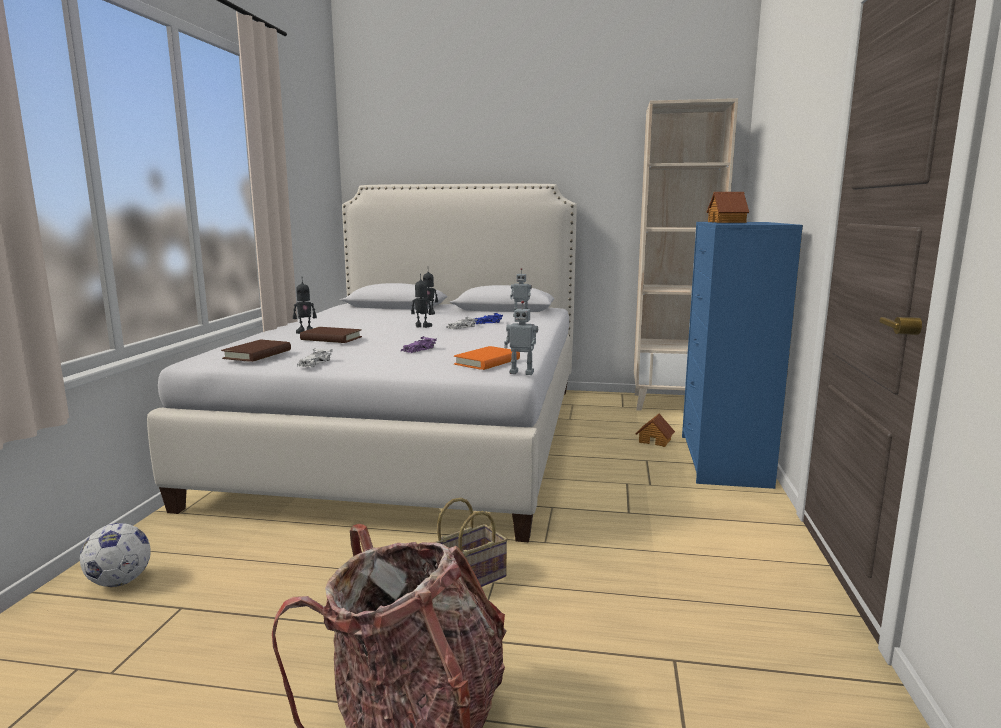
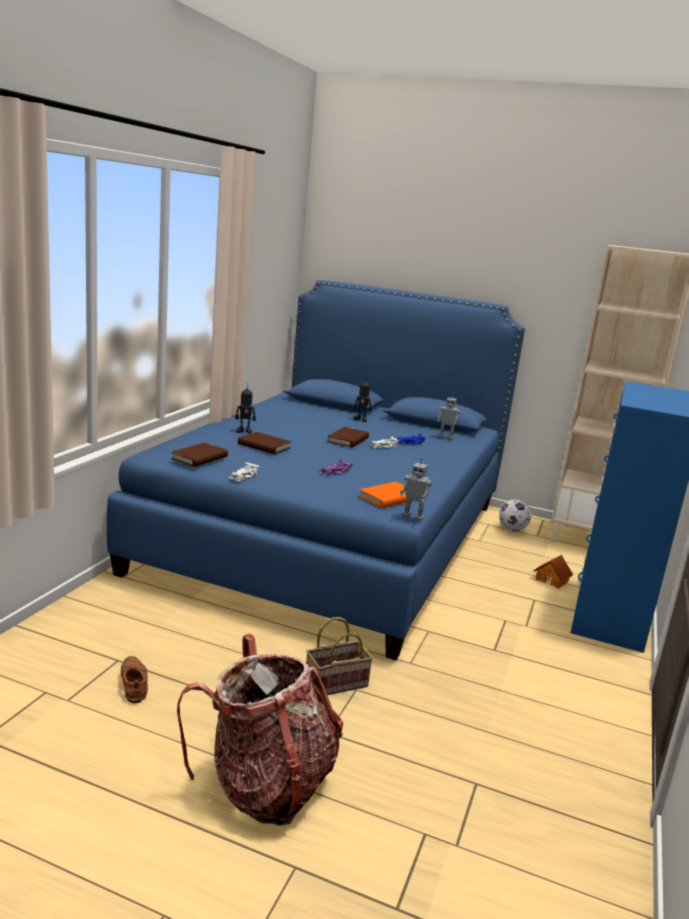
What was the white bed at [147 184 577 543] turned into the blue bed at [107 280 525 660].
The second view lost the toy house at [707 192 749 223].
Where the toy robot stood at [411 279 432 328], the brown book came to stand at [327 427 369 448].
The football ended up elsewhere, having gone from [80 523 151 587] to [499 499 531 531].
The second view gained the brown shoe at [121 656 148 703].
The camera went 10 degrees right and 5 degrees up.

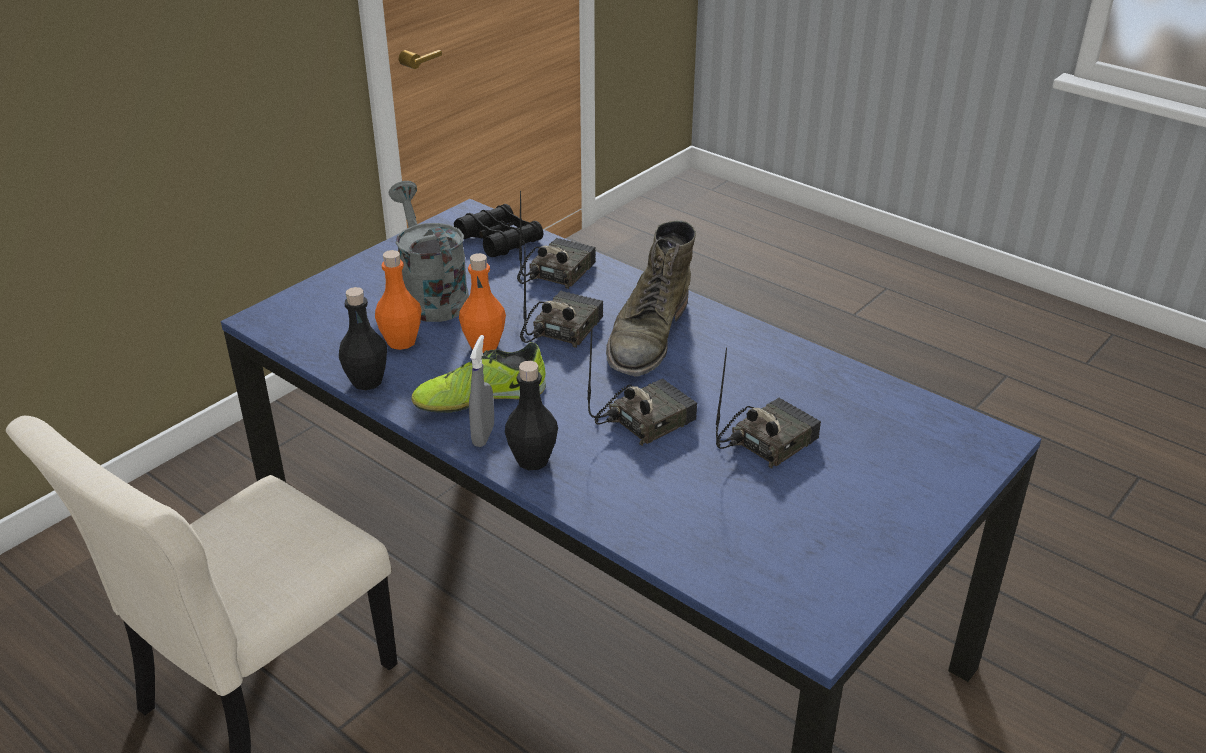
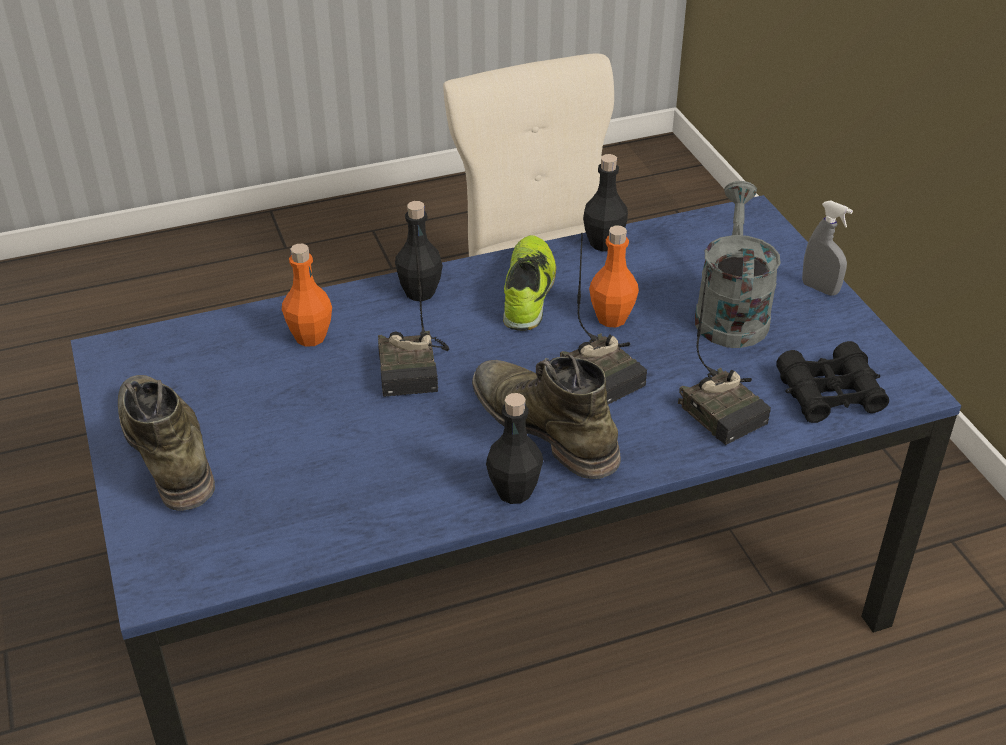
The grey watering can at [388 181 469 322] ended up facing another way, 90 degrees counterclockwise from before.
The orange bottle ended up elsewhere, having gone from [375 250 421 350] to [282 244 332 347].
The grey spray bottle ended up elsewhere, having gone from [469 335 494 447] to [802 200 853 296].
The second view lost the radio at [716 347 821 469].
The second view gained the green boot at [118 375 215 511].
The second view gained the black bottle at [486 393 543 504].
The camera went 120 degrees right and 5 degrees up.

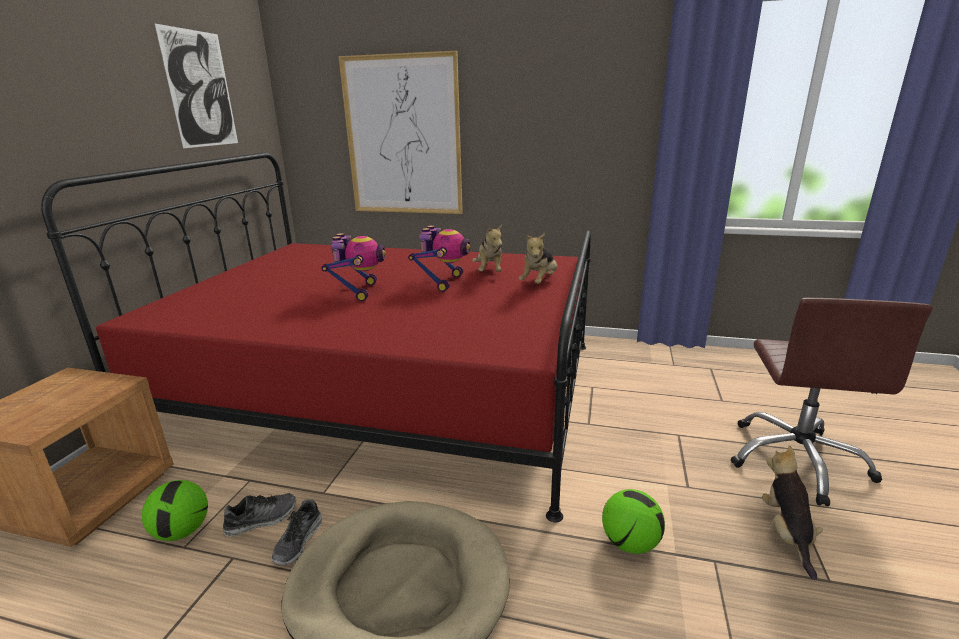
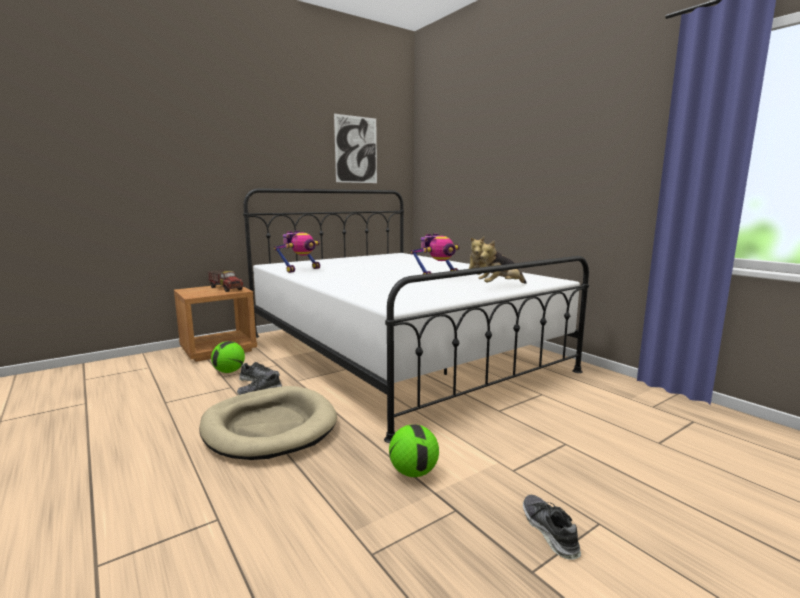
The second view lost the picture at [339 51 463 214].
What was the red bed at [41 153 591 522] turned into the white bed at [243 188 589 443].
The toy robot ended up elsewhere, having gone from [321 233 386 302] to [274 231 320 273].
The second view lost the brown office chair at [731 298 933 506].
Where the plush toy stood at [762 445 823 580], the shoe came to stand at [523 495 581 560].
The second view gained the toy truck at [207 270 244 292].
The camera went 40 degrees right and 10 degrees down.

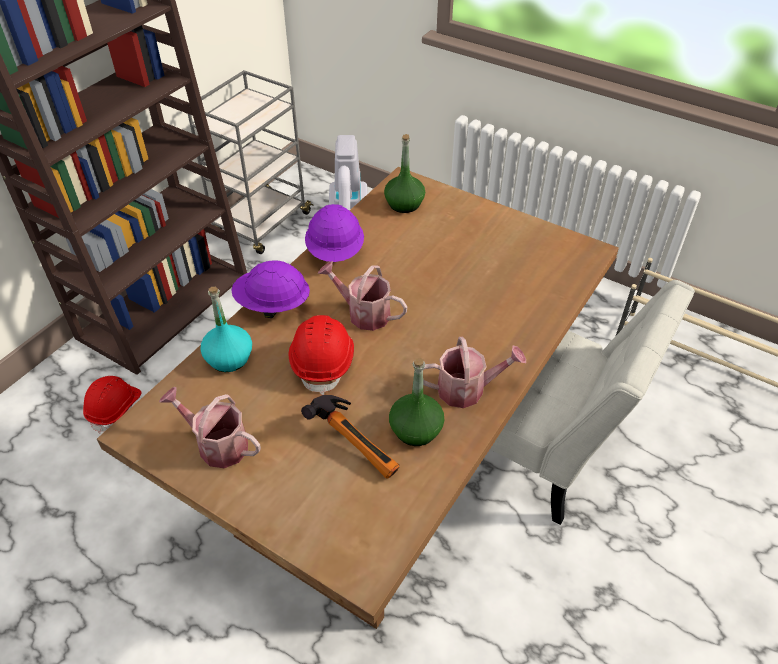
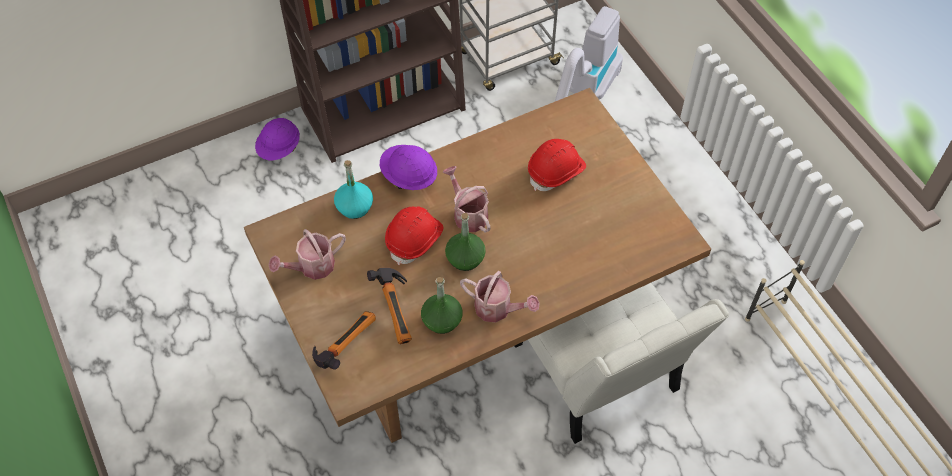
The green bottle ended up elsewhere, having gone from [384 134 425 213] to [445 213 486 271].
The purple hard hat ended up elsewhere, having gone from [305 204 364 262] to [255 118 300 160].
The red hard hat ended up elsewhere, having gone from [83 376 141 434] to [528 139 586 191].
The watering can at [159 387 261 468] ended up facing another way, 90 degrees counterclockwise from before.
The second view gained the hammer at [312 311 376 370].
The camera went 30 degrees right and 10 degrees up.

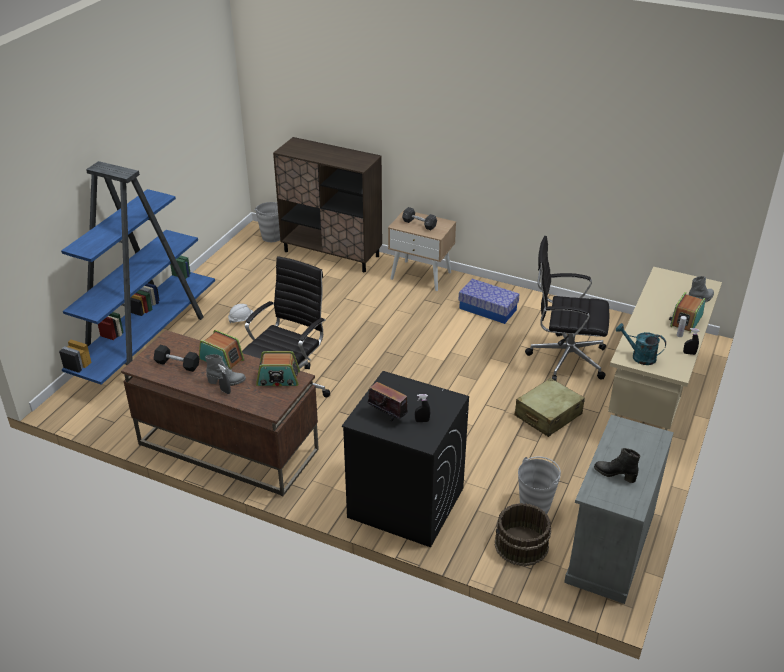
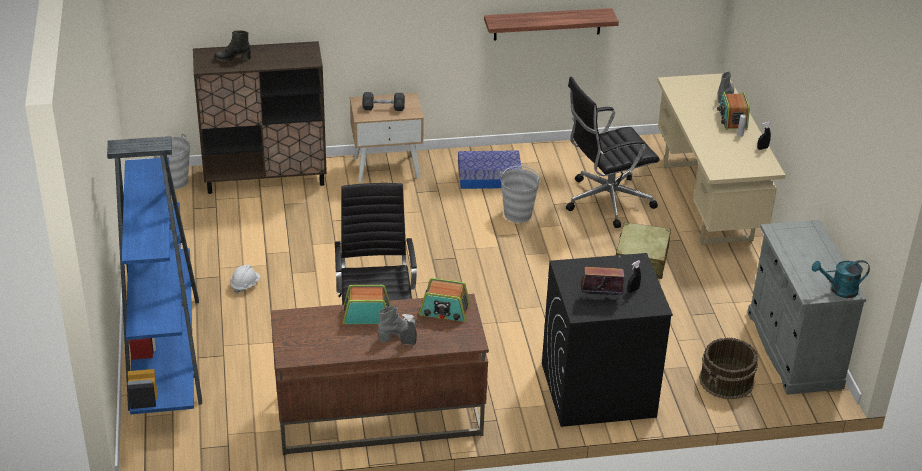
The turquoise watering can ended up elsewhere, having gone from [616 323 666 365] to [812 260 870 298].
The second view lost the black dumbbell at [154 345 199 372].
The radio at [256 351 300 386] ended up facing another way, 45 degrees clockwise from before.
The black boot ended up elsewhere, having gone from [594 448 641 483] to [214 30 251 62].
The grey bucket ended up elsewhere, having gone from [518 457 561 514] to [500 166 541 223].
The second view gained the shelf at [484 8 619 41].
The camera went 35 degrees left and 0 degrees up.

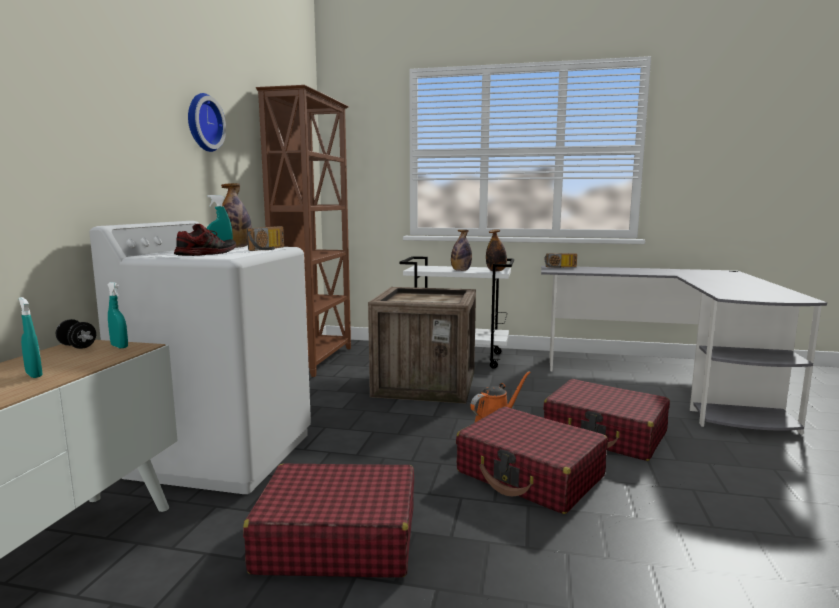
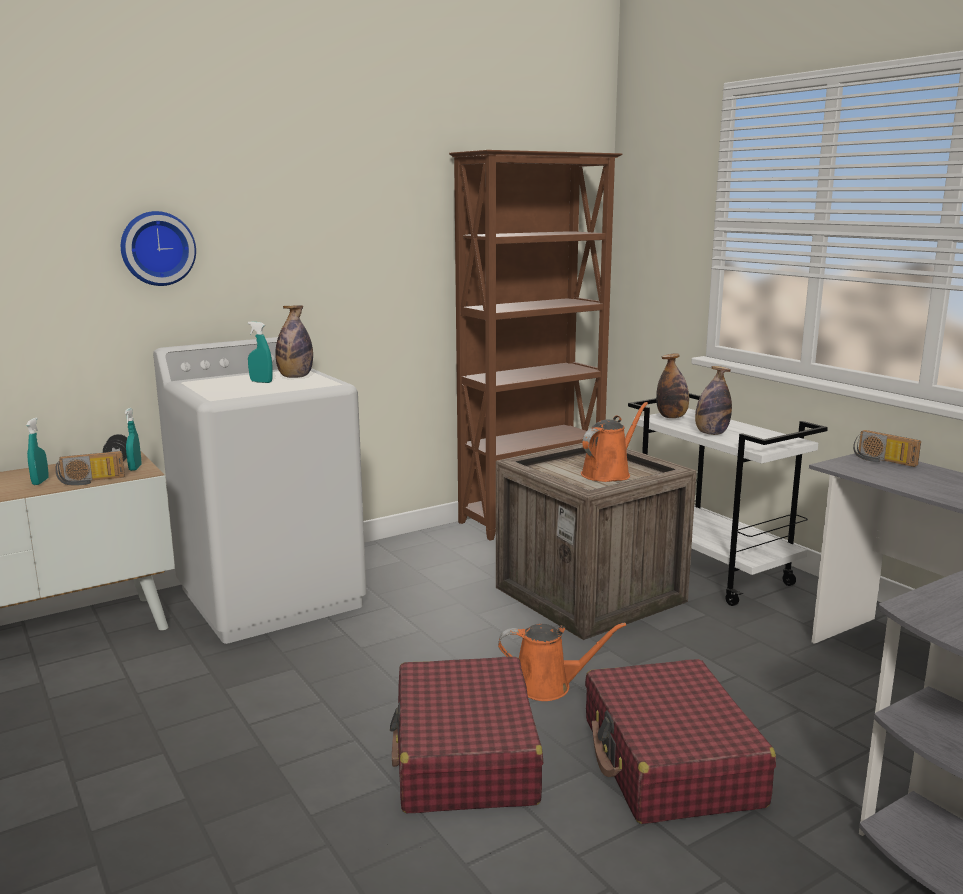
The wall clock ended up elsewhere, having gone from [188 93 226 152] to [121 211 196 286].
The second view lost the shoe at [174 224 236 256].
The radio ended up elsewhere, having gone from [247 226 284 251] to [55 451 125 486].
The bottle ended up elsewhere, having gone from [486 229 507 272] to [656 353 689 418].
The second view lost the red suitcase at [243 463 414 578].
The second view gained the orange watering can at [581 402 648 482].
The camera went 45 degrees right and 5 degrees up.

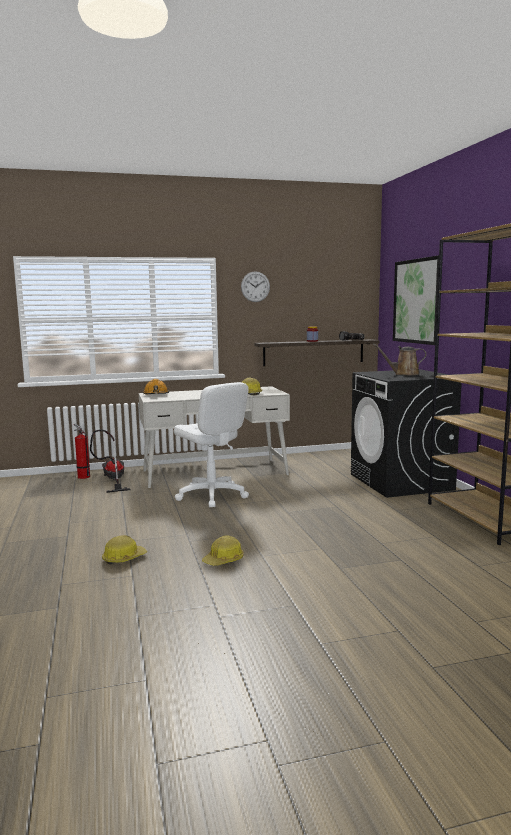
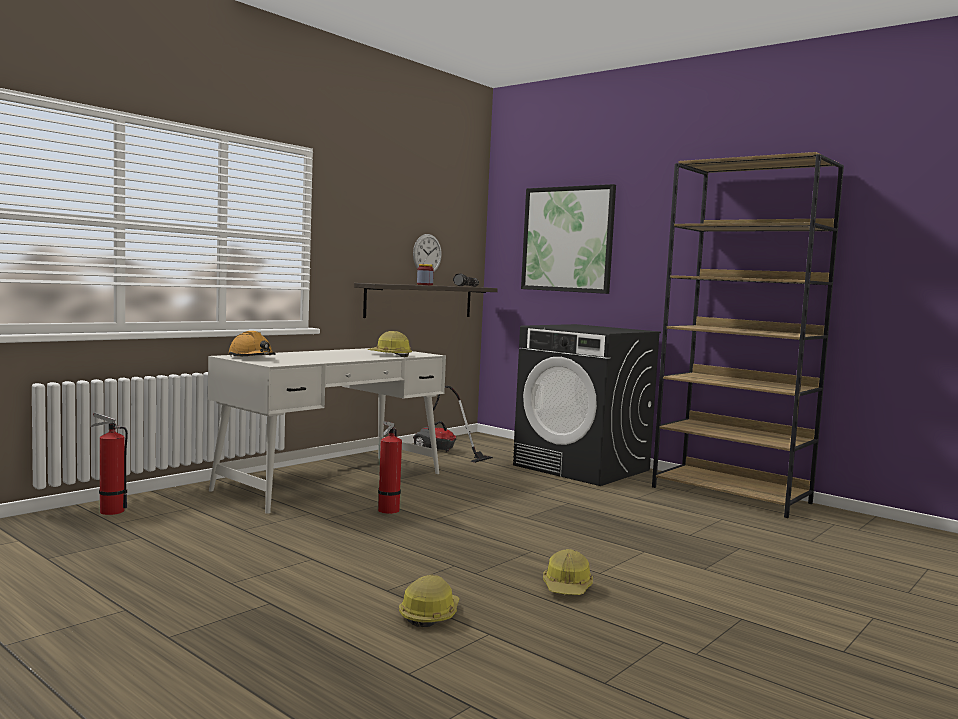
The wall clock ended up elsewhere, having gone from [241 271 270 302] to [413 234 442 272].
The second view lost the brown watering can at [373 344 426 375].
Where the white office chair stood at [174 382 249 507], the fire extinguisher came to stand at [378 421 402 514].
The vacuum cleaner ended up elsewhere, having gone from [90 430 131 493] to [413 386 493 463].
The camera went 35 degrees left and 5 degrees down.

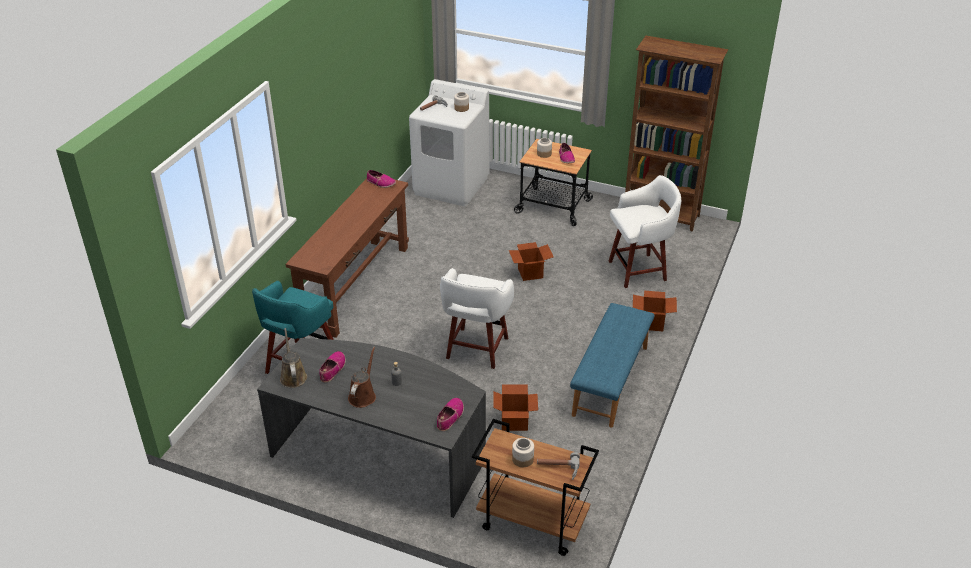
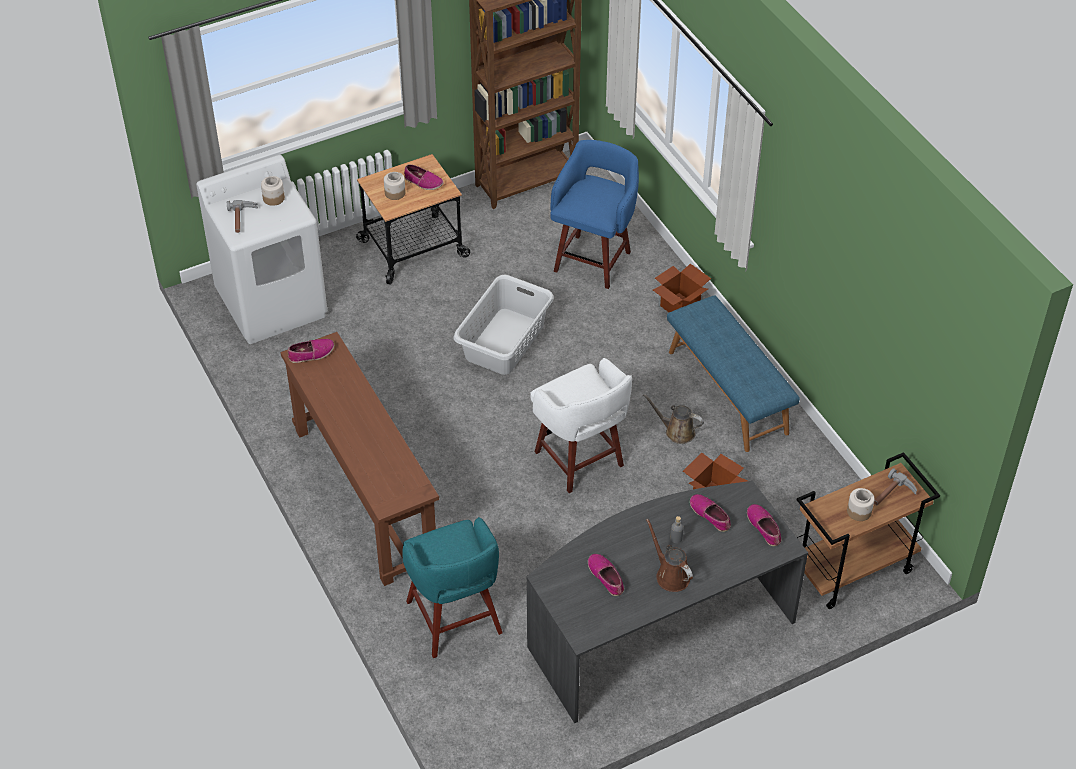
What was the white stool at [608 175 681 288] turned into the blue stool at [551 140 639 289].
Where the cardboard box stood at [509 242 553 281], the grey laundry basket came to stand at [453 275 554 375].
The brown watering can ended up elsewhere, having gone from [280 328 307 388] to [643 394 704 444].
The second view gained the shoe at [690 494 731 532].
The camera went 50 degrees left and 10 degrees up.

